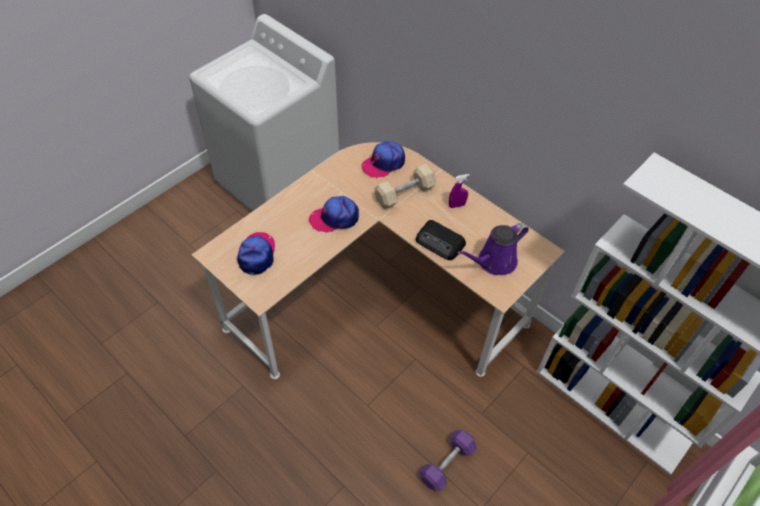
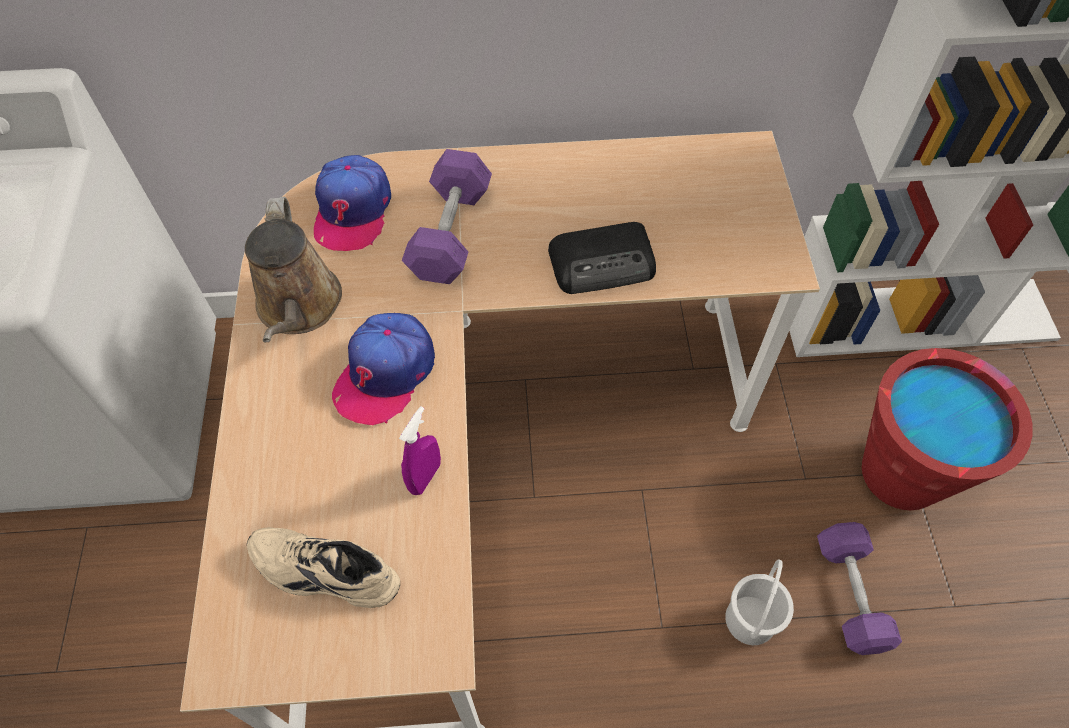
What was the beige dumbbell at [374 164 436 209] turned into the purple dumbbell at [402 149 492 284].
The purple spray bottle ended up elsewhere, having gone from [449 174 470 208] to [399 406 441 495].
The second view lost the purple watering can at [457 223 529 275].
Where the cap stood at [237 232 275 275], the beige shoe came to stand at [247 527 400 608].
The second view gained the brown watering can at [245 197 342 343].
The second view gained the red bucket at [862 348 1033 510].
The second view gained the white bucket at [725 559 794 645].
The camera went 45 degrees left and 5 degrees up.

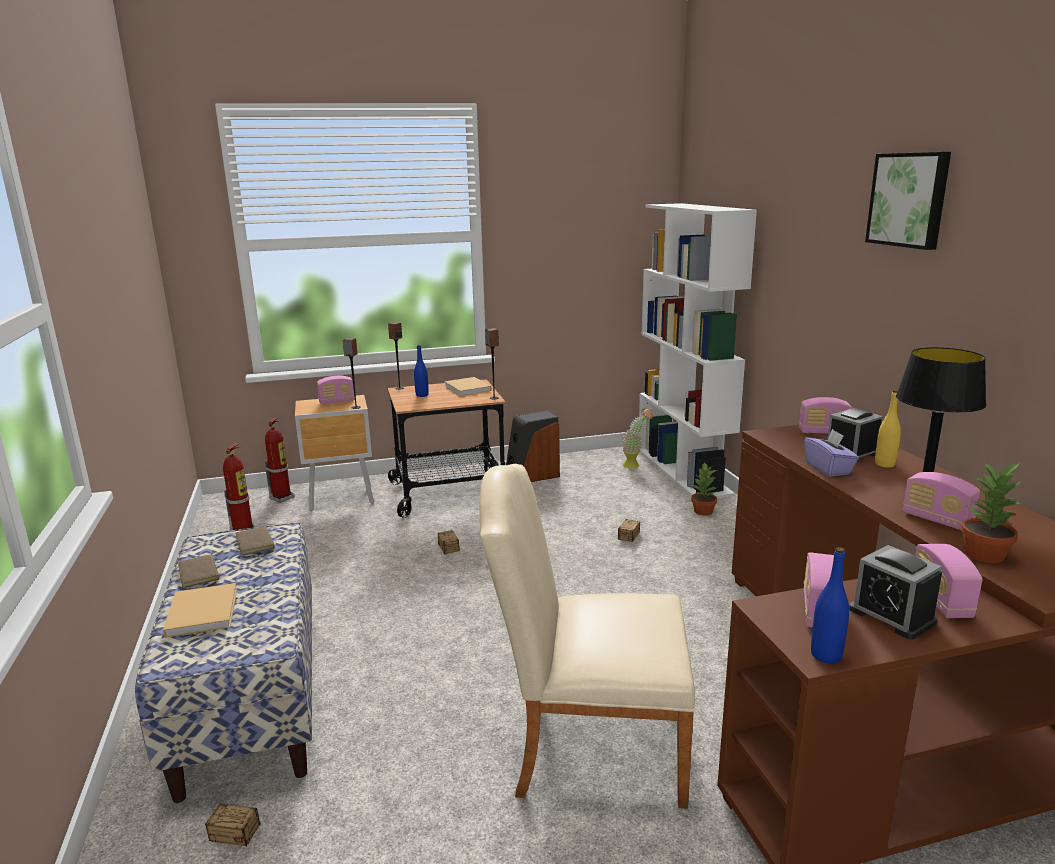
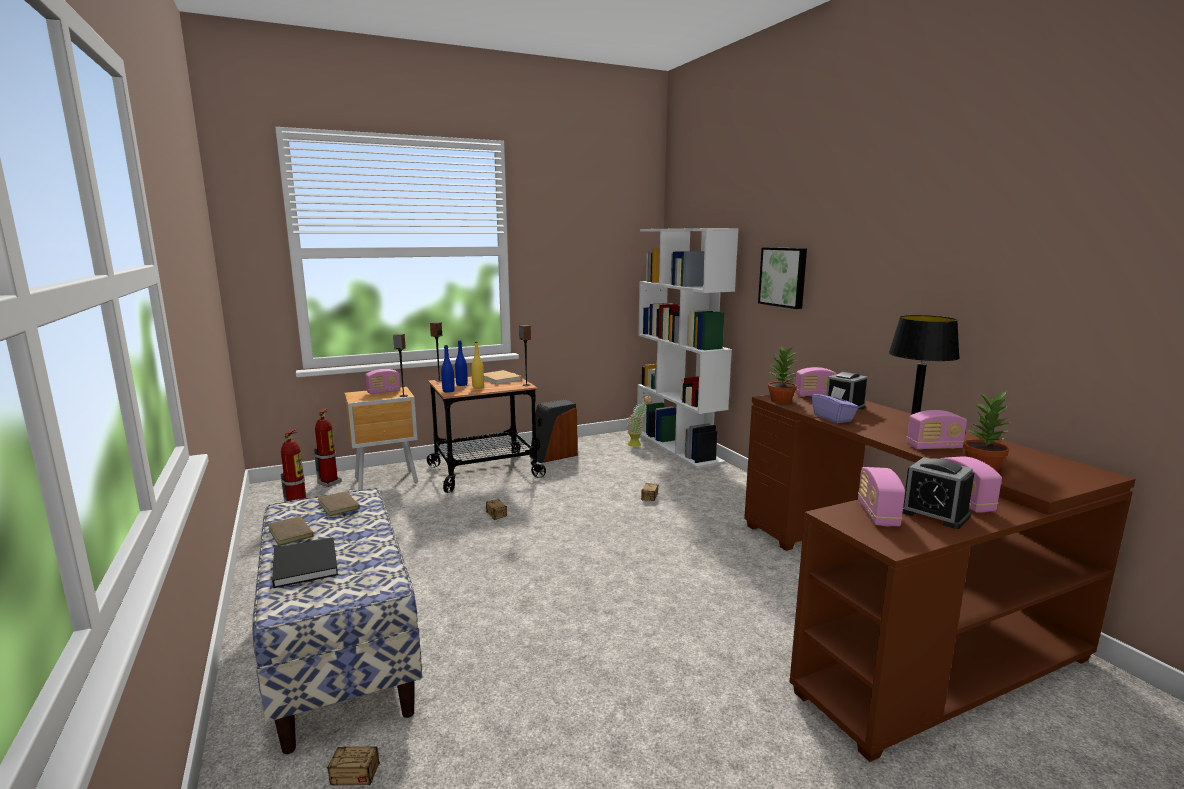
The picture ended up elsewhere, having gone from [865 152 951 250] to [758 247 807 309].
The yellow bottle ended up elsewhere, having gone from [875 390 901 468] to [471 342 484 388].
The potted plant ended up elsewhere, having gone from [691 462 718 516] to [768 346 797 404].
The second view lost the beige chair at [479 464 695 809].
The radio at [903 472 980 530] ended up facing another way, 45 degrees counterclockwise from before.
The blue bottle ended up elsewhere, having gone from [811 547 849 664] to [441 345 455 393].
What was the beige book at [163 583 237 638] turned into the black book at [272 537 338 588].
The camera went 10 degrees left and 5 degrees down.

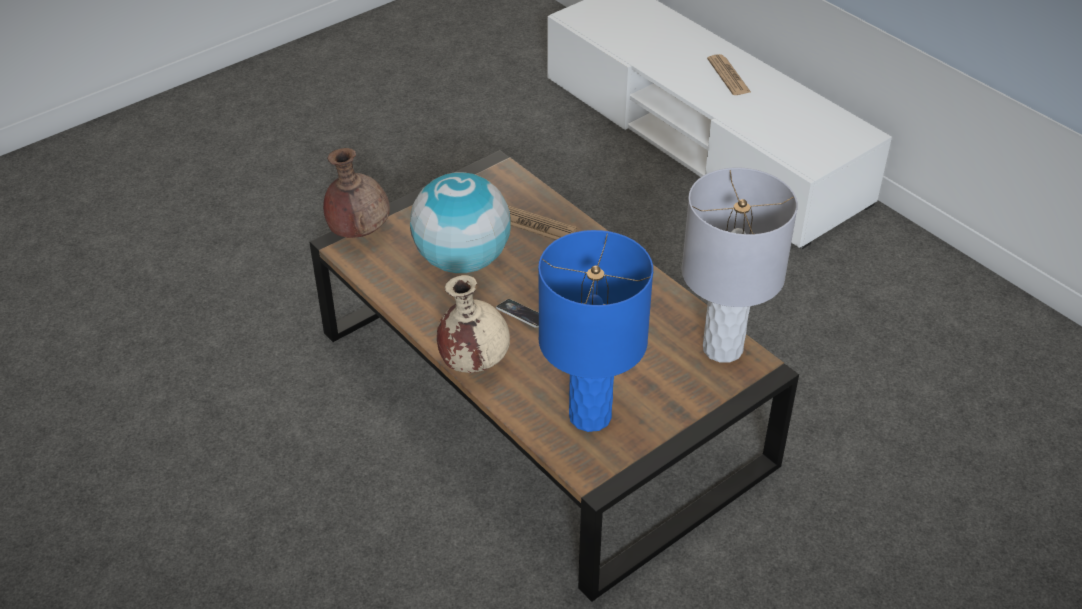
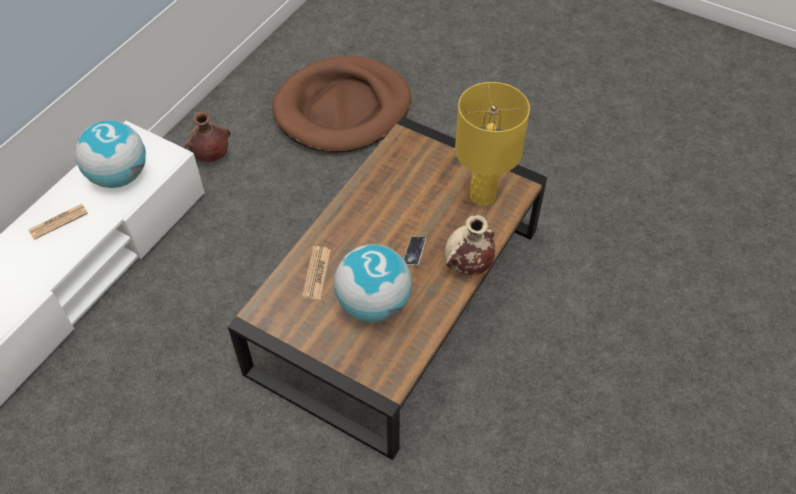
The brown vase ended up elsewhere, having gone from [323 148 390 238] to [184 111 231 162].
The second view lost the grey table lamp at [681 167 798 363].
What was the blue table lamp at [538 230 653 432] turned into the yellow table lamp at [455 82 530 206].
The second view gained the brown dog bed at [272 56 411 153].
The second view gained the globe at [75 120 146 188].
The camera went 110 degrees left and 10 degrees up.

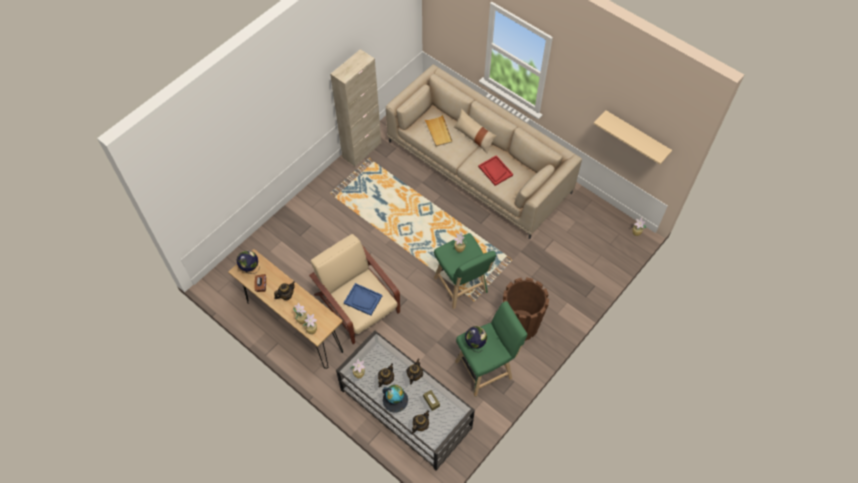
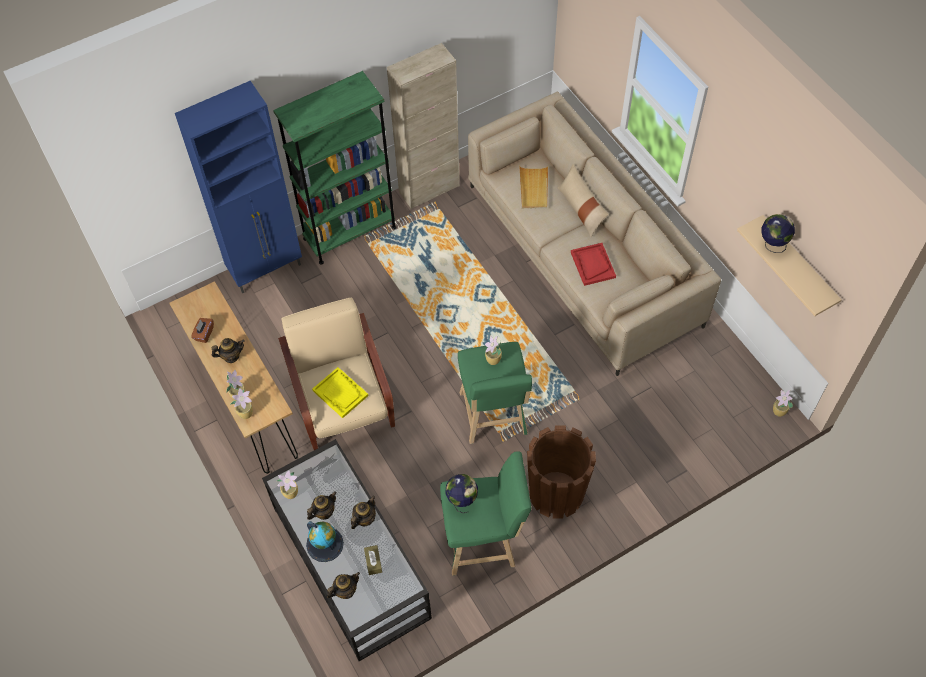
The globe ended up elsewhere, having gone from [237 250 259 274] to [761 214 795 253].
What was the blue tray at [344 283 382 316] turned into the yellow tray at [312 367 368 418].
The second view gained the green bookcase at [273 71 396 265].
The second view gained the blue cabinet at [175 81 302 293].
The camera went 20 degrees right and 0 degrees up.

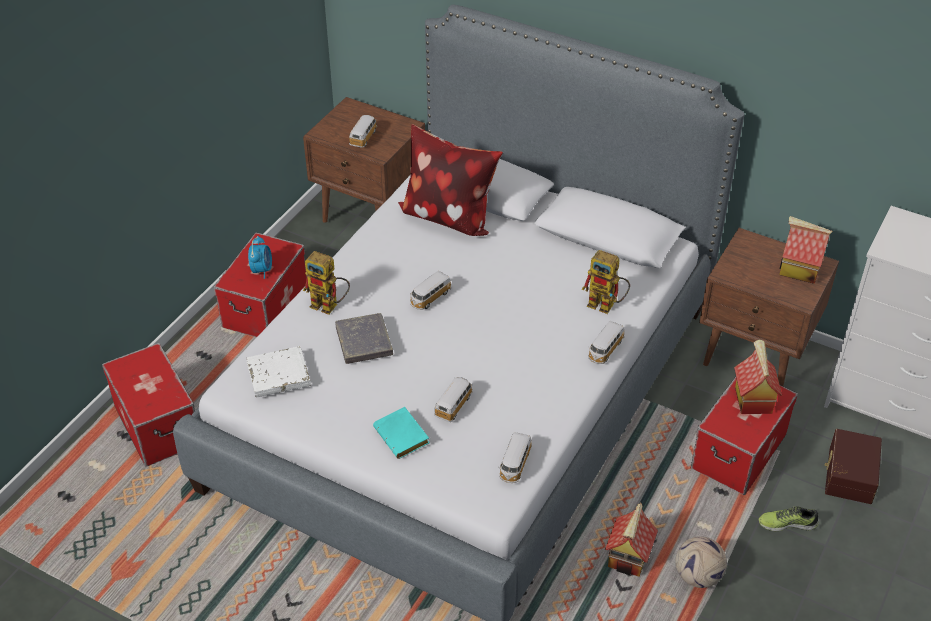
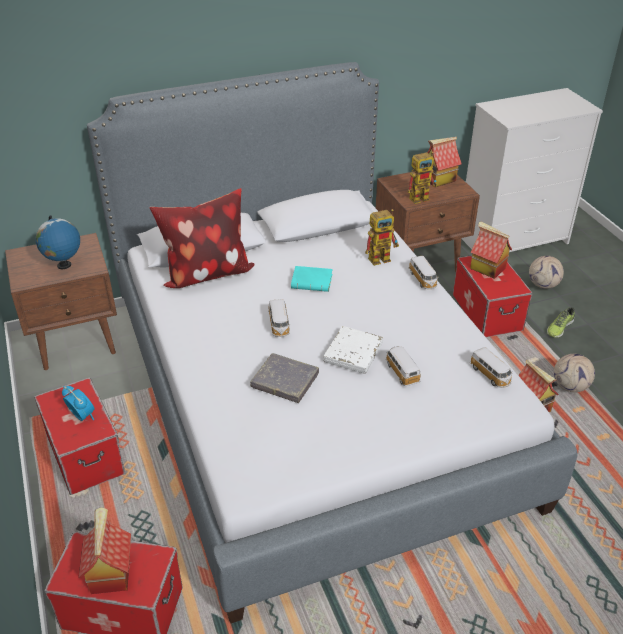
Where the toy car stood at [349 115 377 148], the globe came to stand at [36 215 80 269].
The toy robot ended up elsewhere, having gone from [303 251 350 315] to [407 151 437 204].
The white book ended up elsewhere, having gone from [246 346 311 397] to [323 326 383 374].
The turquoise book ended up elsewhere, having gone from [373 407 429 459] to [291 266 333 292].
Where the brown storage box stood at [825 429 882 504], the football came to stand at [529 256 564 289].
The second view gained the toy house at [79 507 131 594].
The camera went 50 degrees left and 5 degrees down.

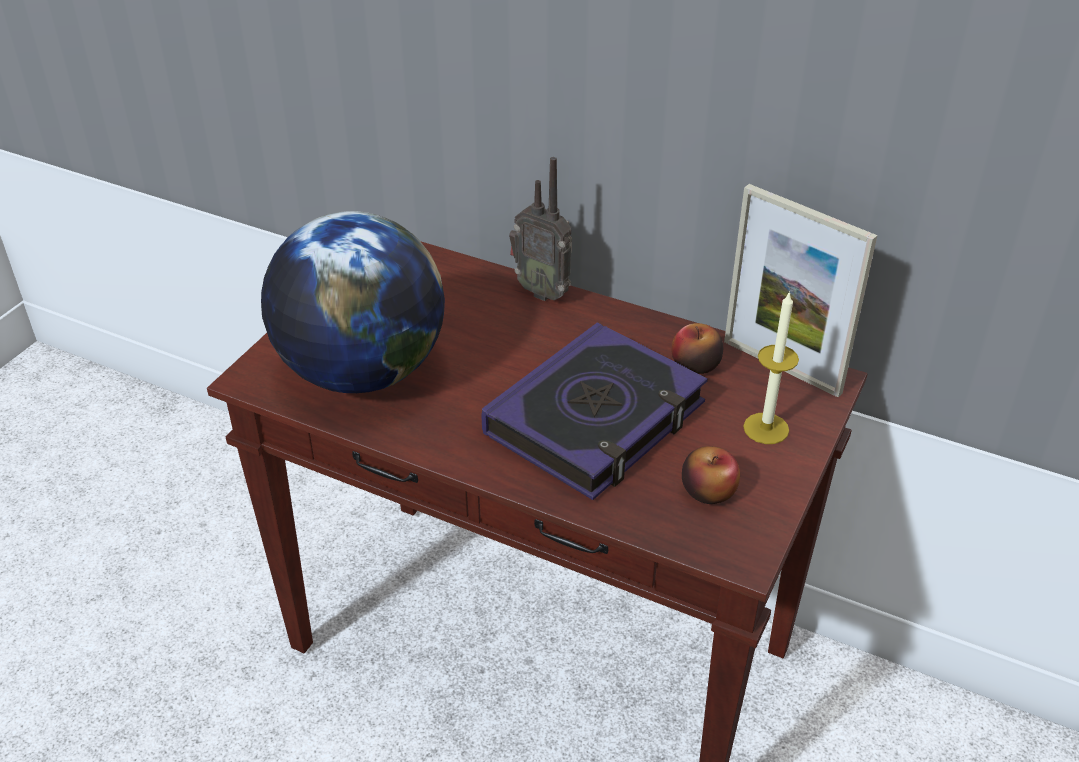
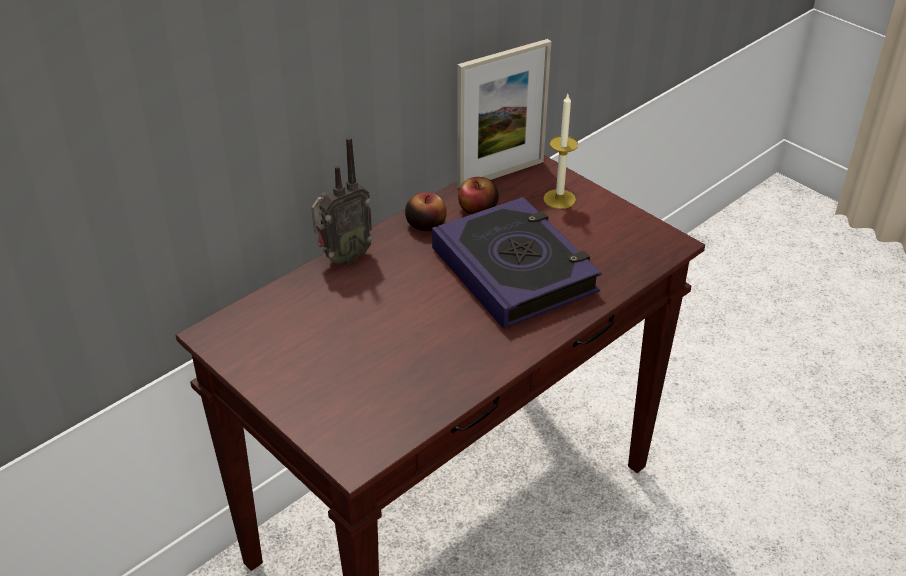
The second view lost the globe at [261 211 445 393].
The apple ended up elsewhere, having gone from [682 446 740 504] to [405 192 446 231].
The camera went 70 degrees left and 0 degrees up.

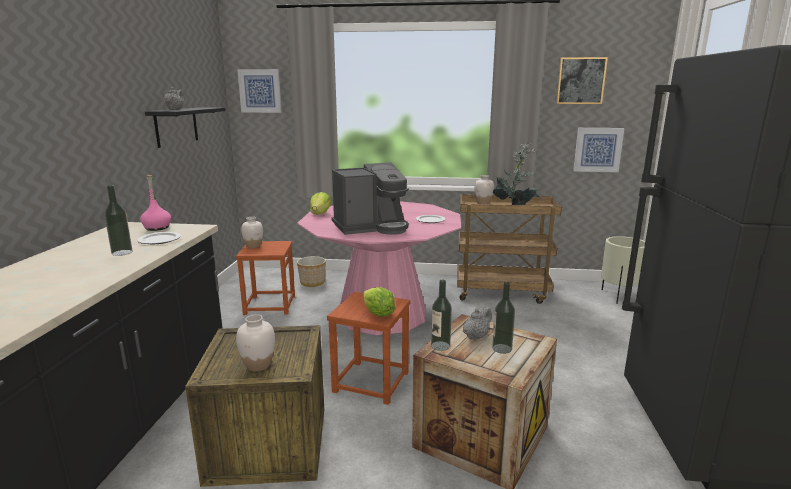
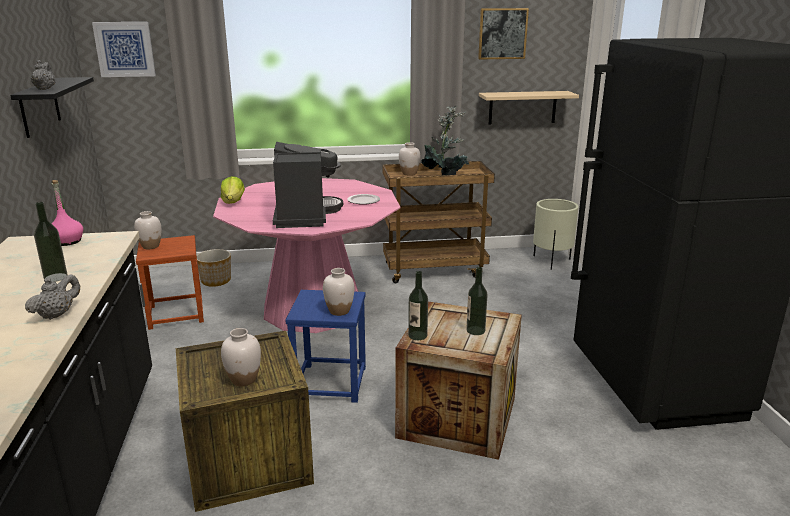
Where the picture hung at [573 128 625 172], the beige shelf came to hang at [479 91 579 125].
The coffee machine at [331 163 409 235] ended up facing another way, 60 degrees counterclockwise from before.
The second view lost the plate at [137 232 181 244].
Where the lettuce stood at [363 287 395 317], the white vase came to stand at [323 268 354 316].
What was the brown stool at [327 292 410 405] turned into the blue stool at [285 290 366 403].
The grey teapot ended up elsewhere, having gone from [463 307 492 341] to [25 274 80 320].
The camera went 15 degrees left and 5 degrees up.

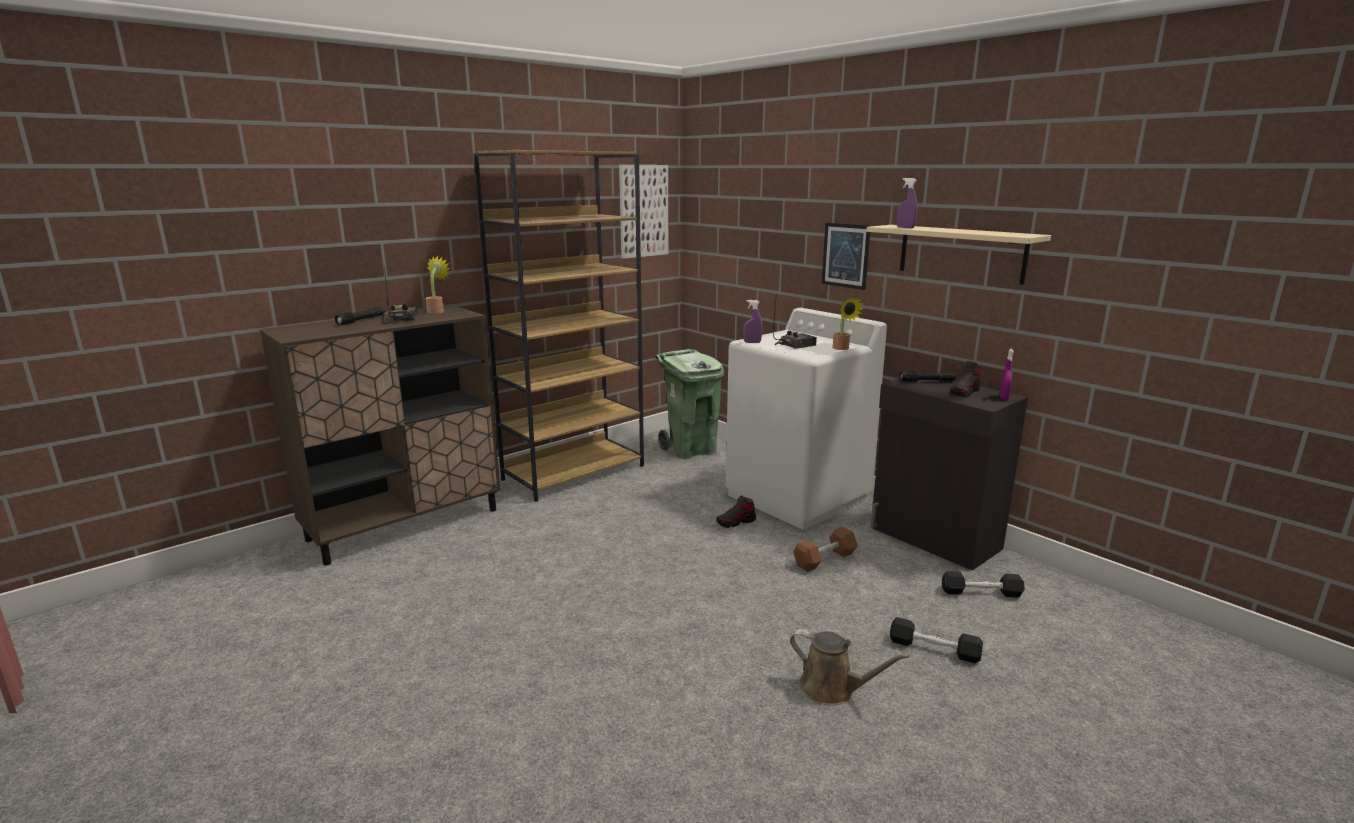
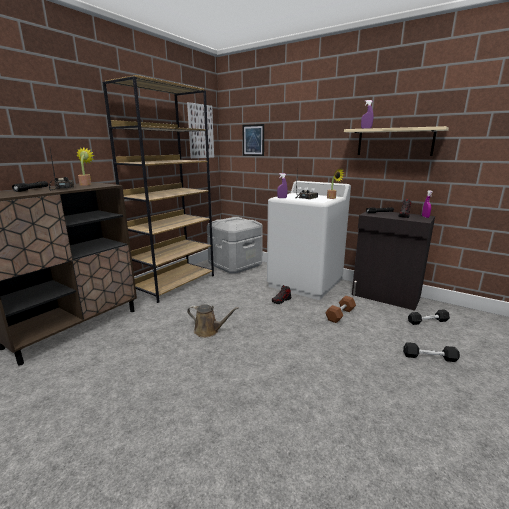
The picture ended up elsewhere, having gone from [822 223 870 290] to [243 124 264 156].
Where the green trash can stood at [655 349 724 459], the grey storage box came to stand at [207 217 263 274].
The brown watering can ended up elsewhere, having gone from [790 629 910 705] to [187 304 239 338].
The camera went 15 degrees left and 0 degrees up.

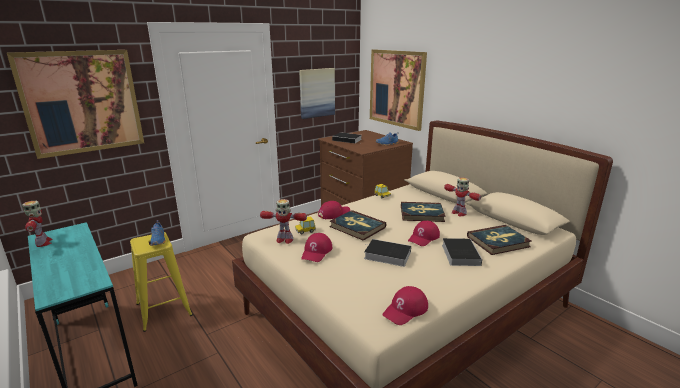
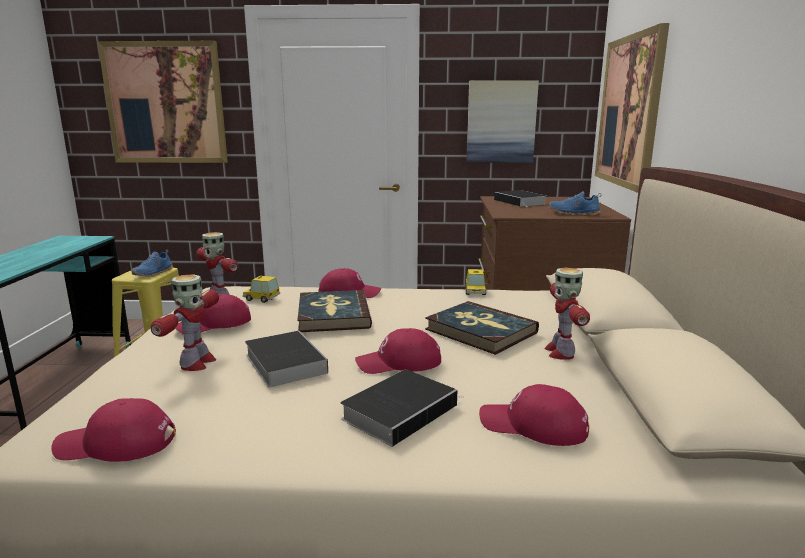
The toy robot ended up elsewhere, having gone from [22 201 52 247] to [151 274 219 371].
Where the book stood at [467 225 532 255], the red cap came to stand at [479 384 589 446].
The camera went 40 degrees right and 5 degrees down.

